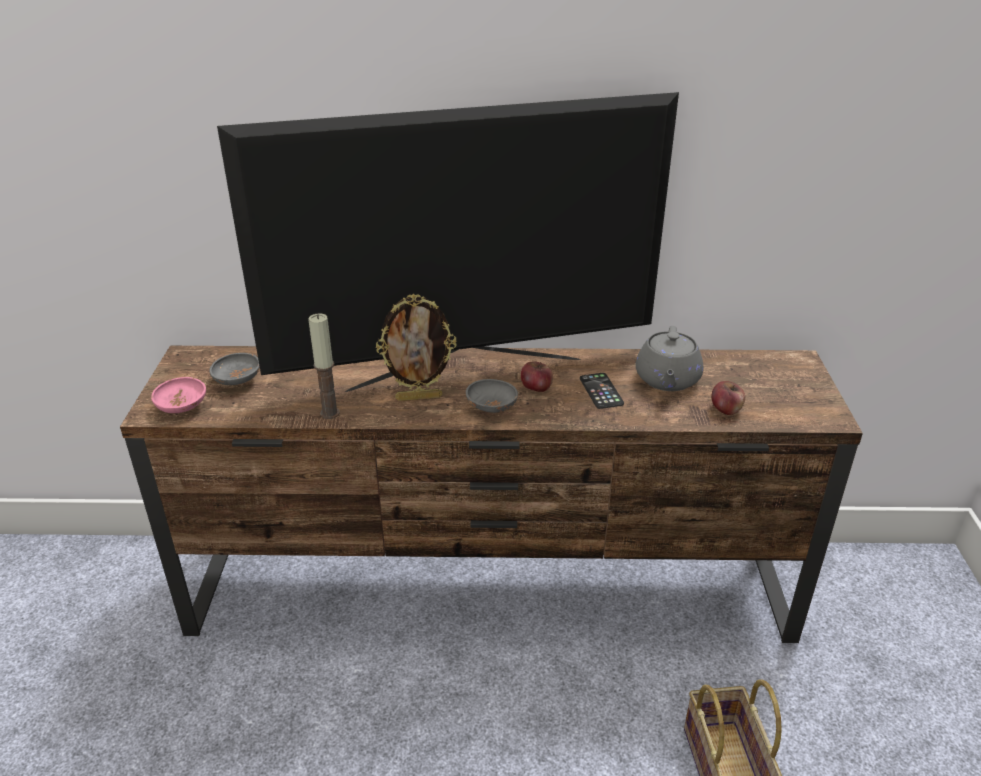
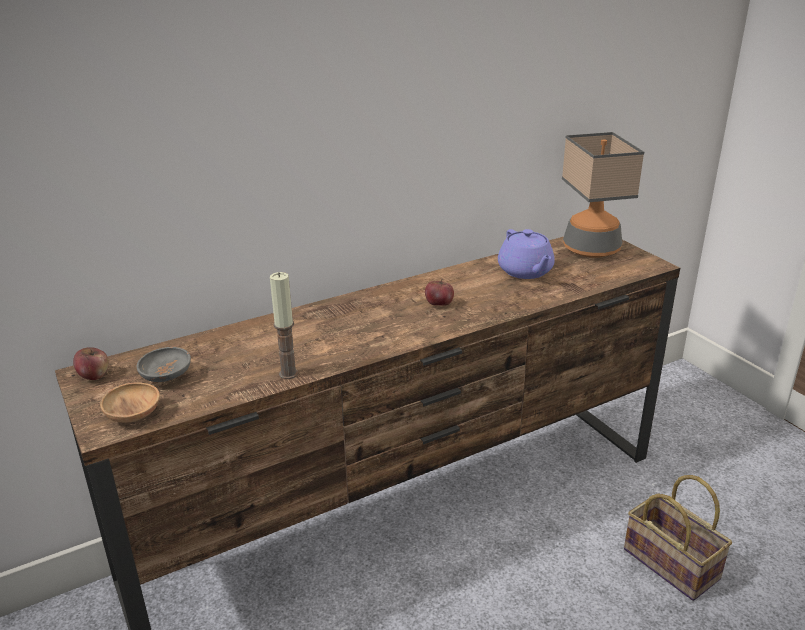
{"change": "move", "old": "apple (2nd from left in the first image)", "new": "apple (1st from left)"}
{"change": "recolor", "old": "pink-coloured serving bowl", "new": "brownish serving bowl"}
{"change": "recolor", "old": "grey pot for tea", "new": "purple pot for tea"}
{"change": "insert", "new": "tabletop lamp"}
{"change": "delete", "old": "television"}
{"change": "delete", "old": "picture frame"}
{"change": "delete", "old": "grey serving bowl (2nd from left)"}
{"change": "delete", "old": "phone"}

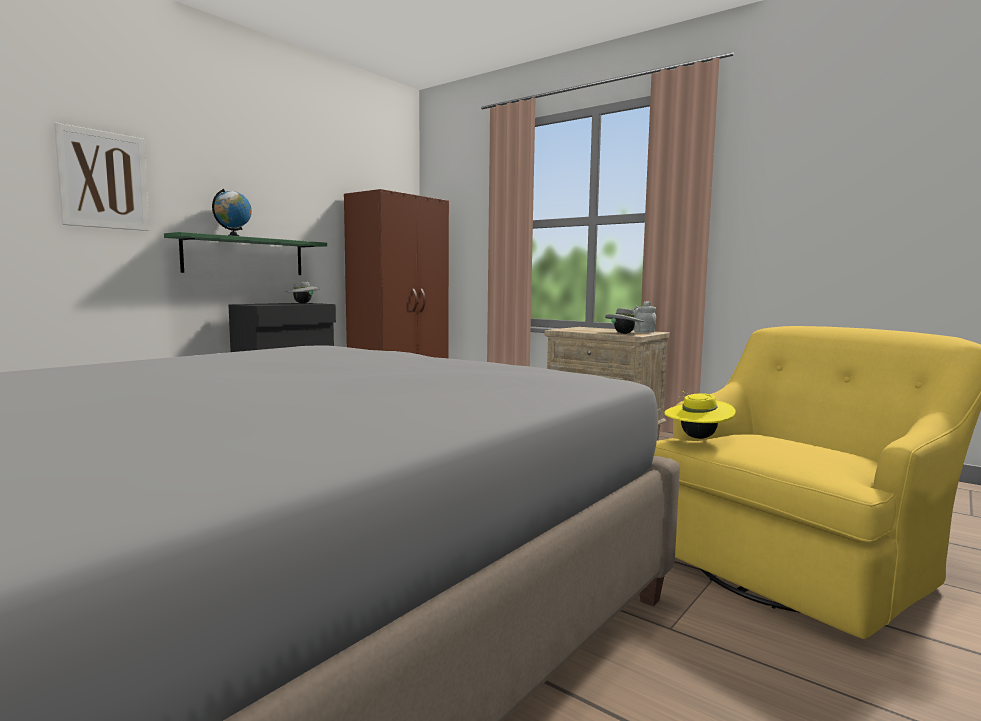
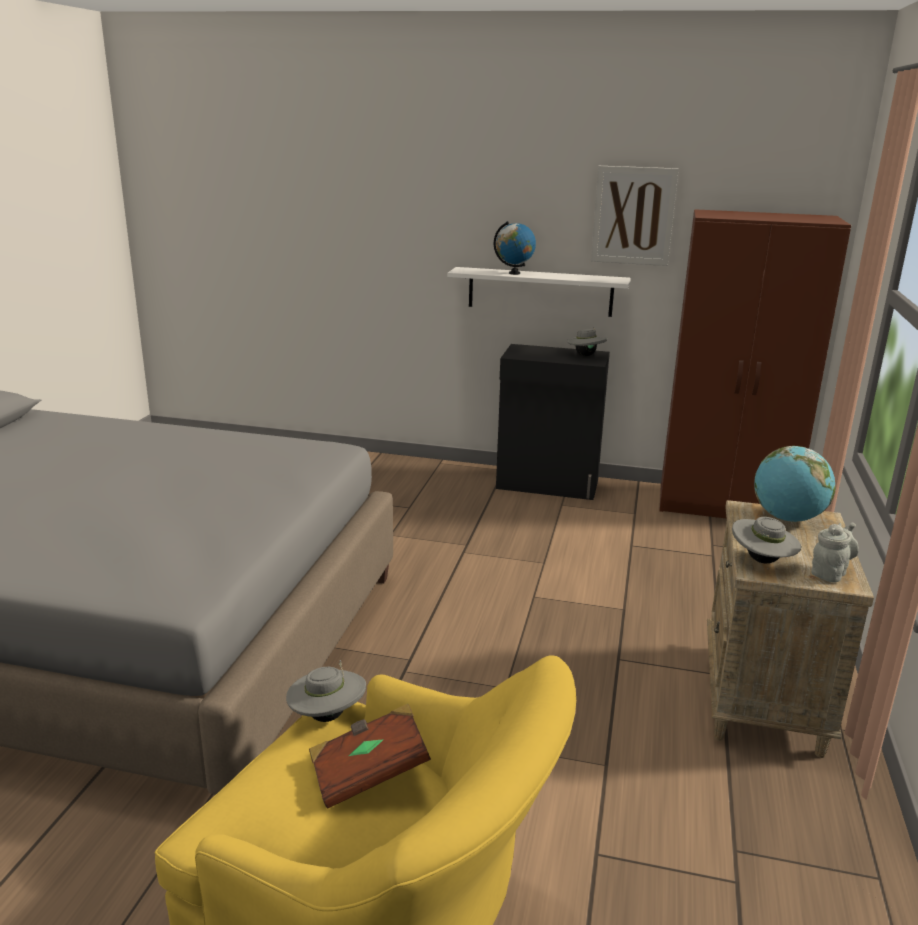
{"change": "recolor", "old": "yellowish clothing hat", "new": "grey clothing hat (1st from left)"}
{"change": "insert", "new": "brownish volume"}
{"change": "recolor", "old": "green bracket shelf", "new": "white-coloured bracket shelf"}
{"change": "move", "old": "picture"}
{"change": "insert", "new": "desk globe (2nd from left)"}

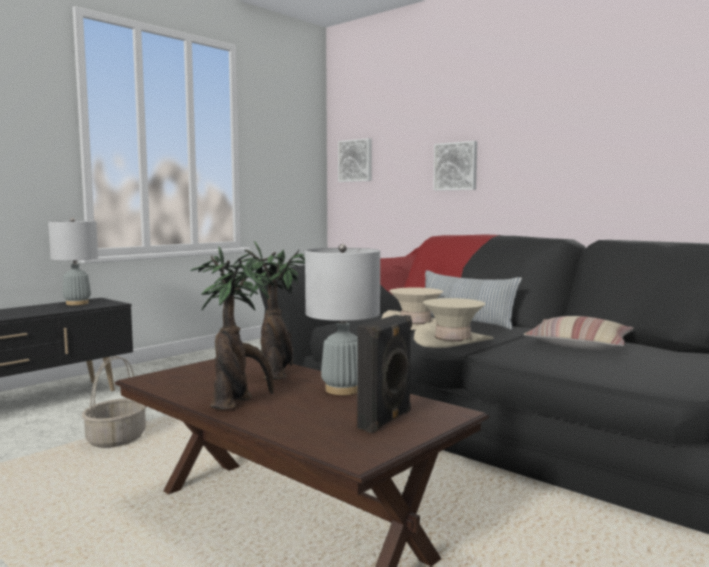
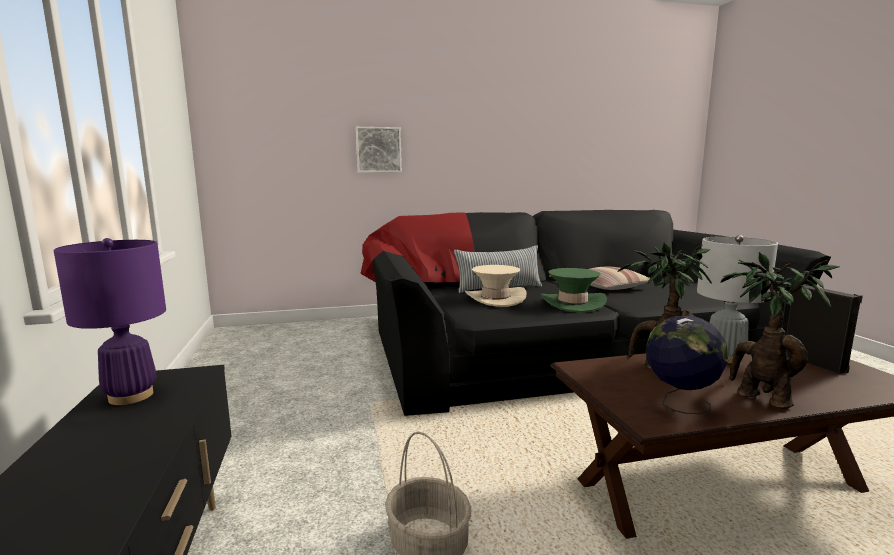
{"change": "recolor", "old": "grey tabletop lamp (1st from left)", "new": "purple tabletop lamp"}
{"change": "recolor", "old": "beige clothing hat (2nd from left)", "new": "green clothing hat"}
{"change": "insert", "new": "desk globe"}
{"change": "delete", "old": "picture (1st from left)"}

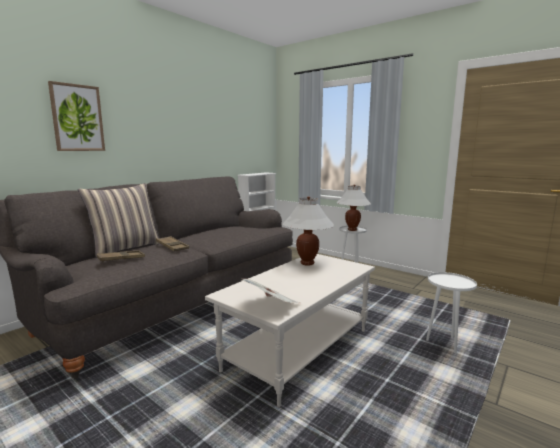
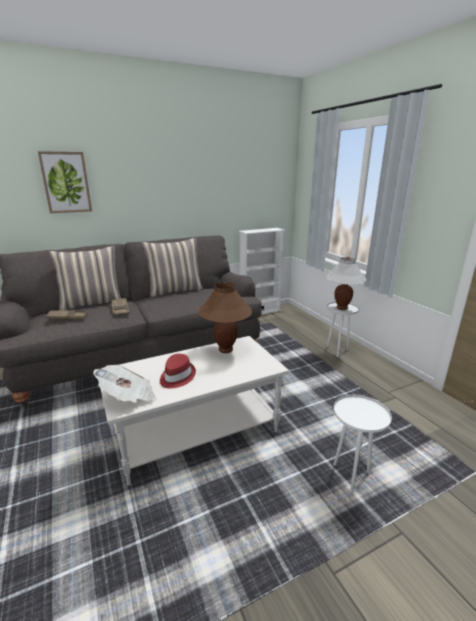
{"change": "insert", "new": "cushion (2nd from left)"}
{"change": "insert", "new": "red clothing hat"}
{"change": "recolor", "old": "white-coloured tabletop lamp (1st from left)", "new": "brownish tabletop lamp"}

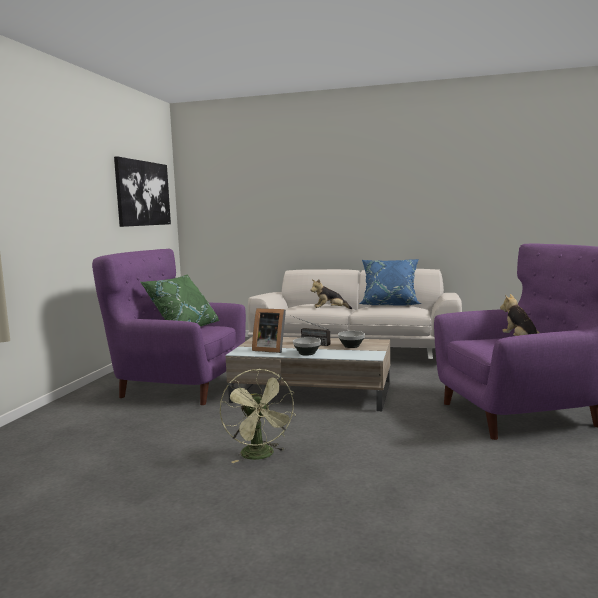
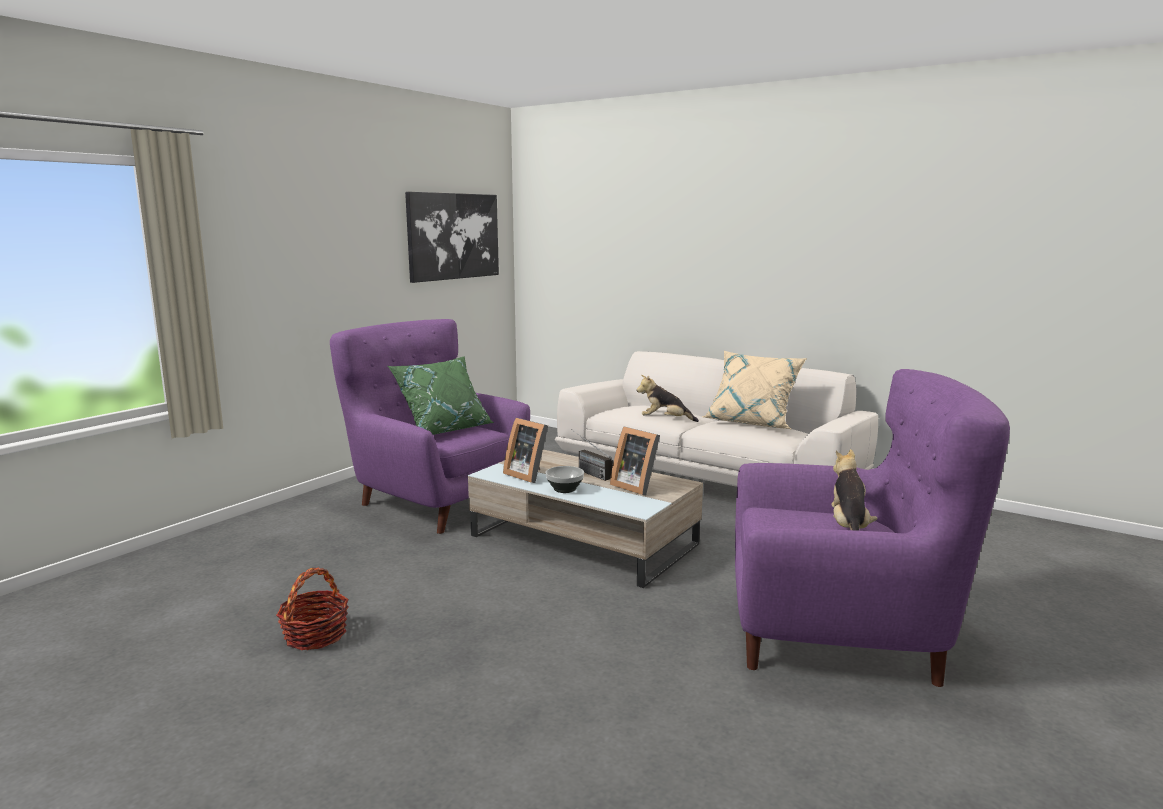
{"change": "insert", "new": "basket"}
{"change": "replace", "old": "serving bowl (2nd from left)", "new": "picture frame (2nd from left)"}
{"change": "recolor", "old": "blue cushion", "new": "beige cushion"}
{"change": "delete", "old": "green cooling fan"}

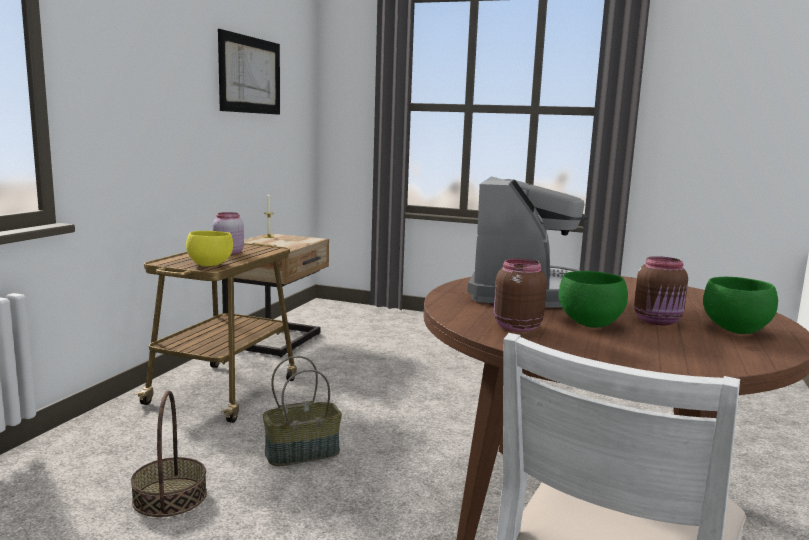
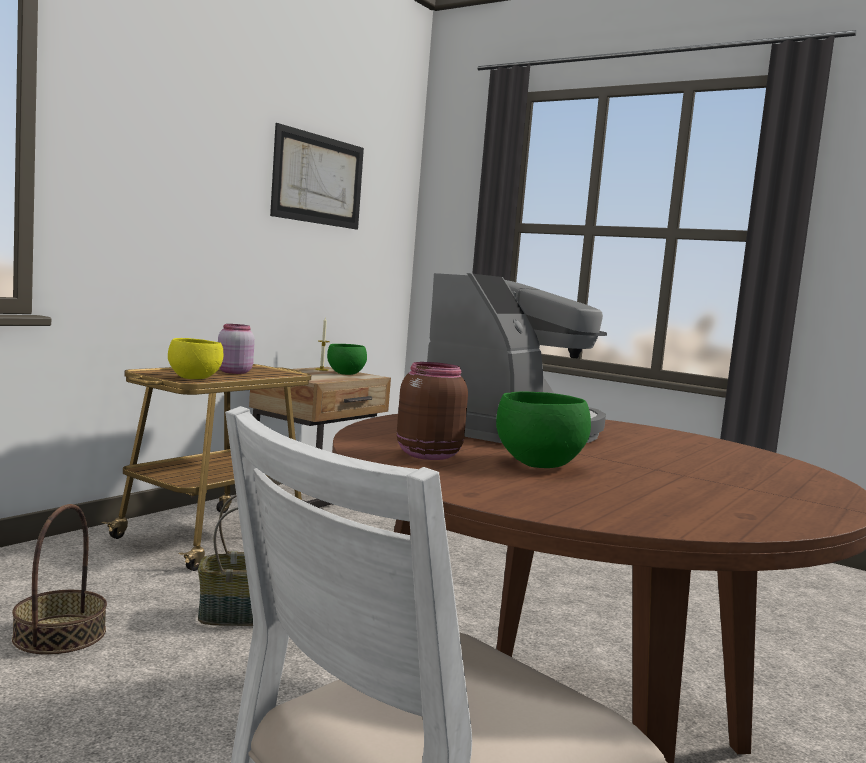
{"change": "move", "old": "green serving bowl (2nd from left in the first image)", "new": "green serving bowl (1st from left)"}
{"change": "delete", "old": "brownish preserve jar (2nd from left)"}

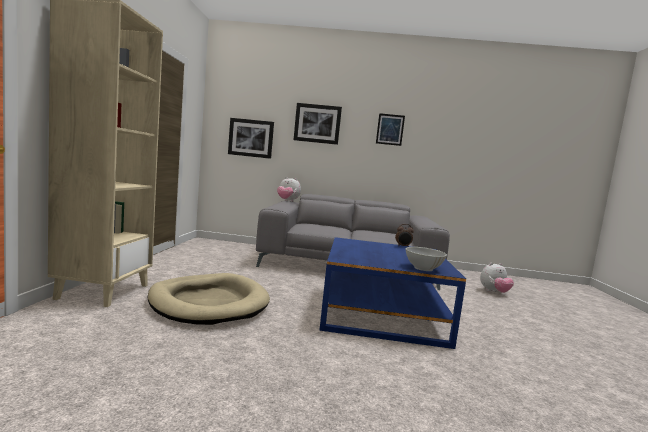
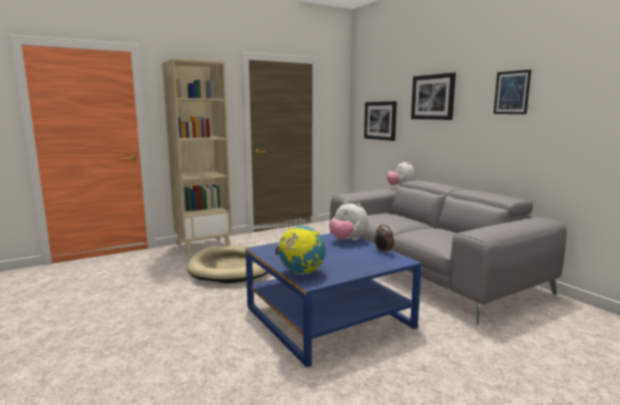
{"change": "replace", "old": "white-coloured serving bowl", "new": "desk globe"}
{"change": "move", "old": "soft toy (2nd from left in the first image)", "new": "soft toy (1st from left)"}

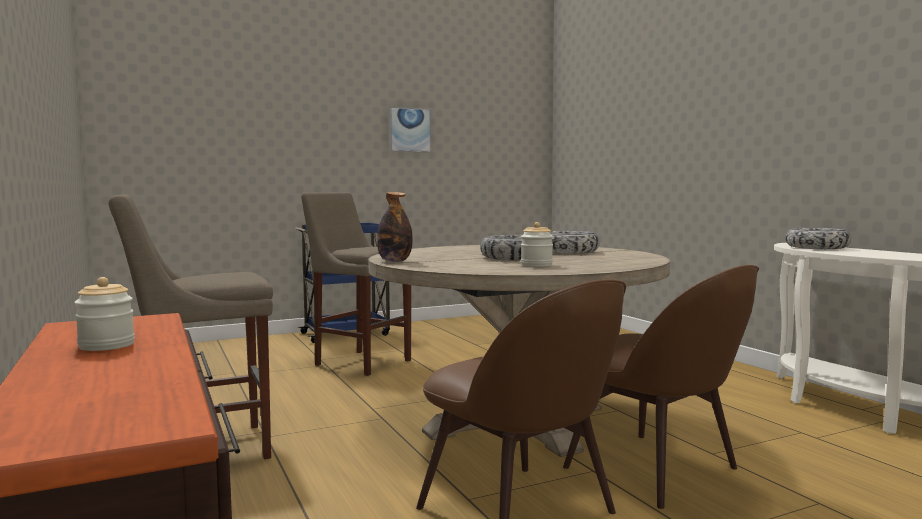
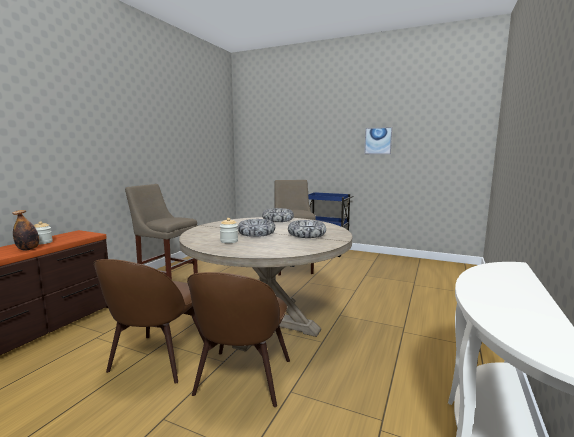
{"change": "move", "old": "drink bottle"}
{"change": "move", "old": "serving bowl (3rd from left in the first image)", "new": "serving bowl (2nd from left)"}

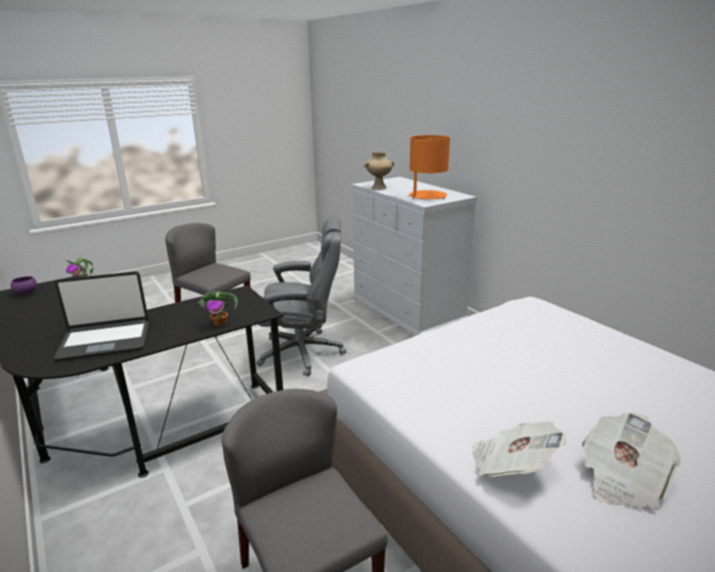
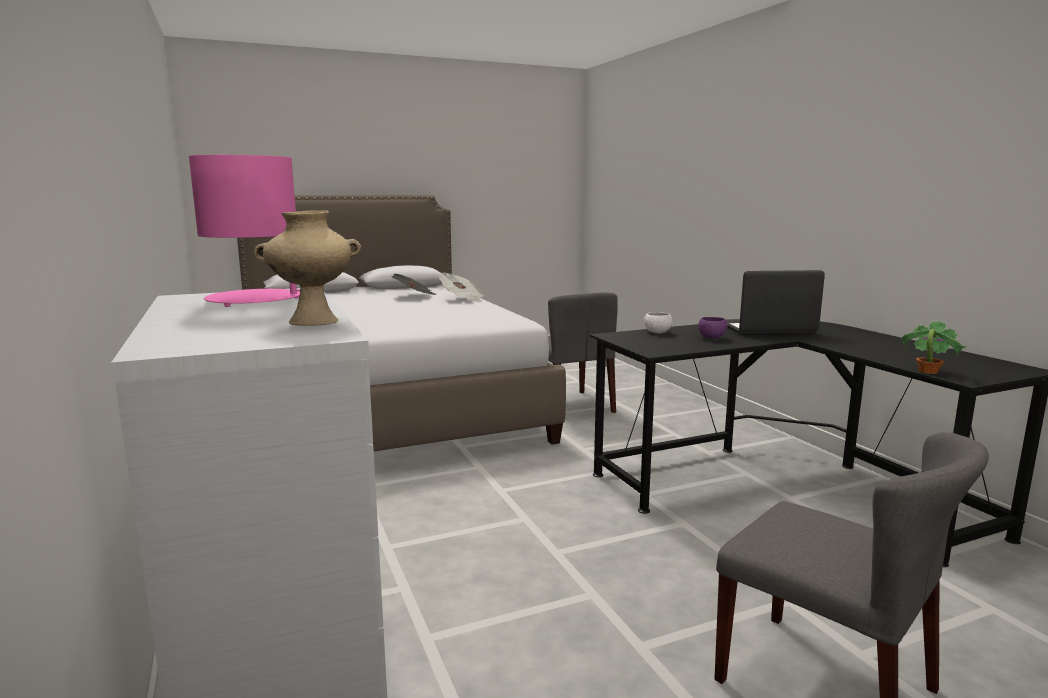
{"change": "recolor", "old": "orangey tabletop lamp", "new": "pink-coloured tabletop lamp"}
{"change": "replace", "old": "houseplant (2nd from left)", "new": "white-coloured serving bowl"}
{"change": "move", "old": "purple serving bowl"}
{"change": "delete", "old": "grey desk chair"}

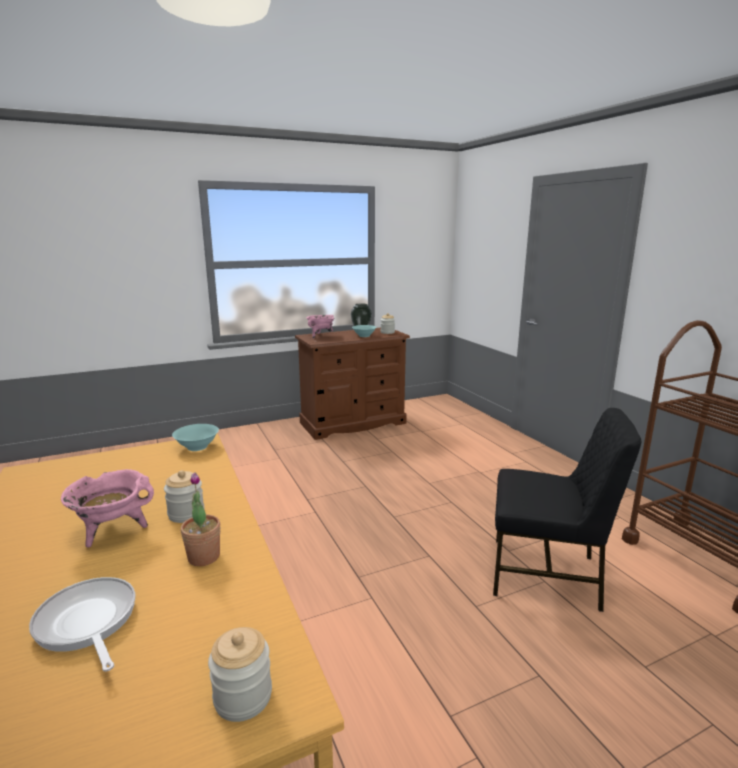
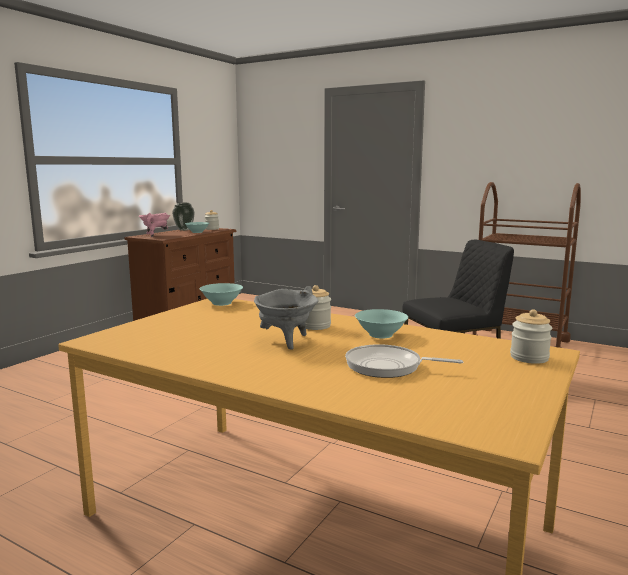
{"change": "recolor", "old": "pink-coloured stockpot (1st from left)", "new": "grey stockpot"}
{"change": "replace", "old": "houseplant", "new": "turquoise serving bowl (3rd from left)"}

